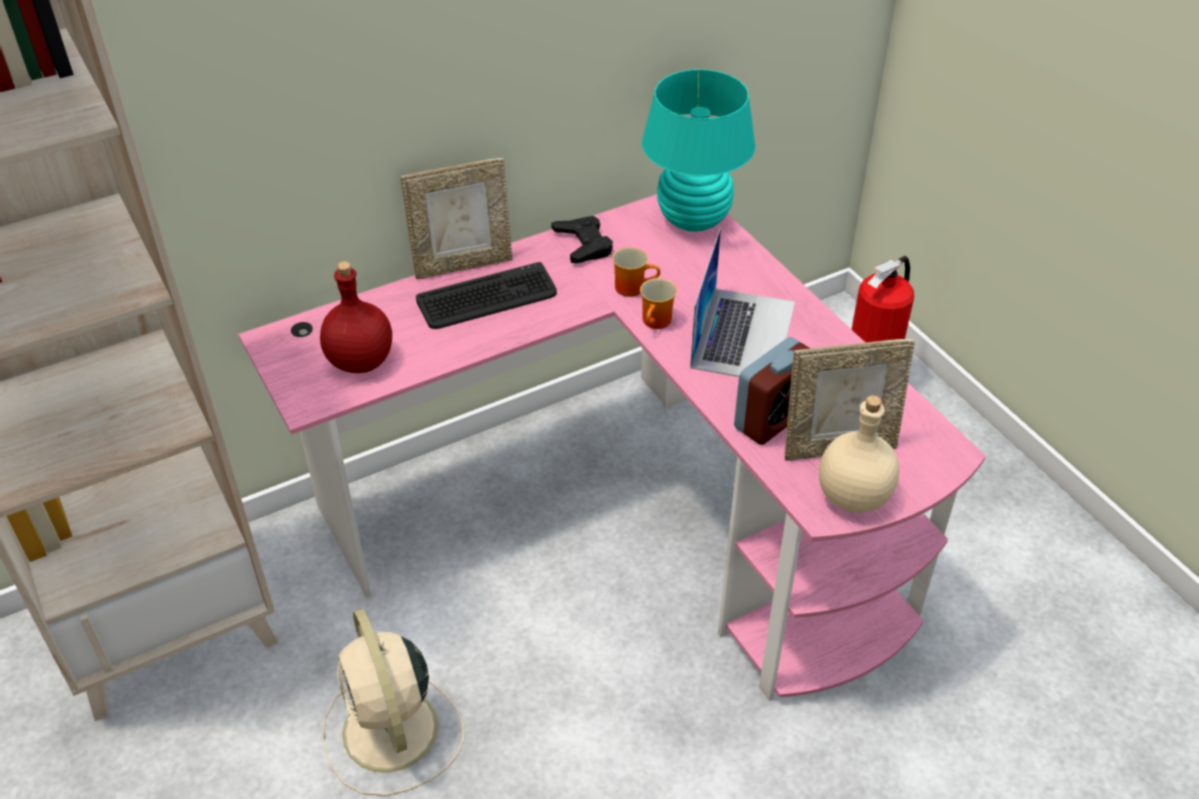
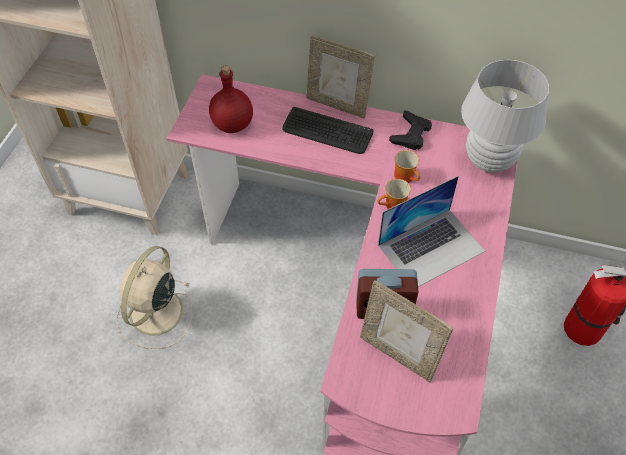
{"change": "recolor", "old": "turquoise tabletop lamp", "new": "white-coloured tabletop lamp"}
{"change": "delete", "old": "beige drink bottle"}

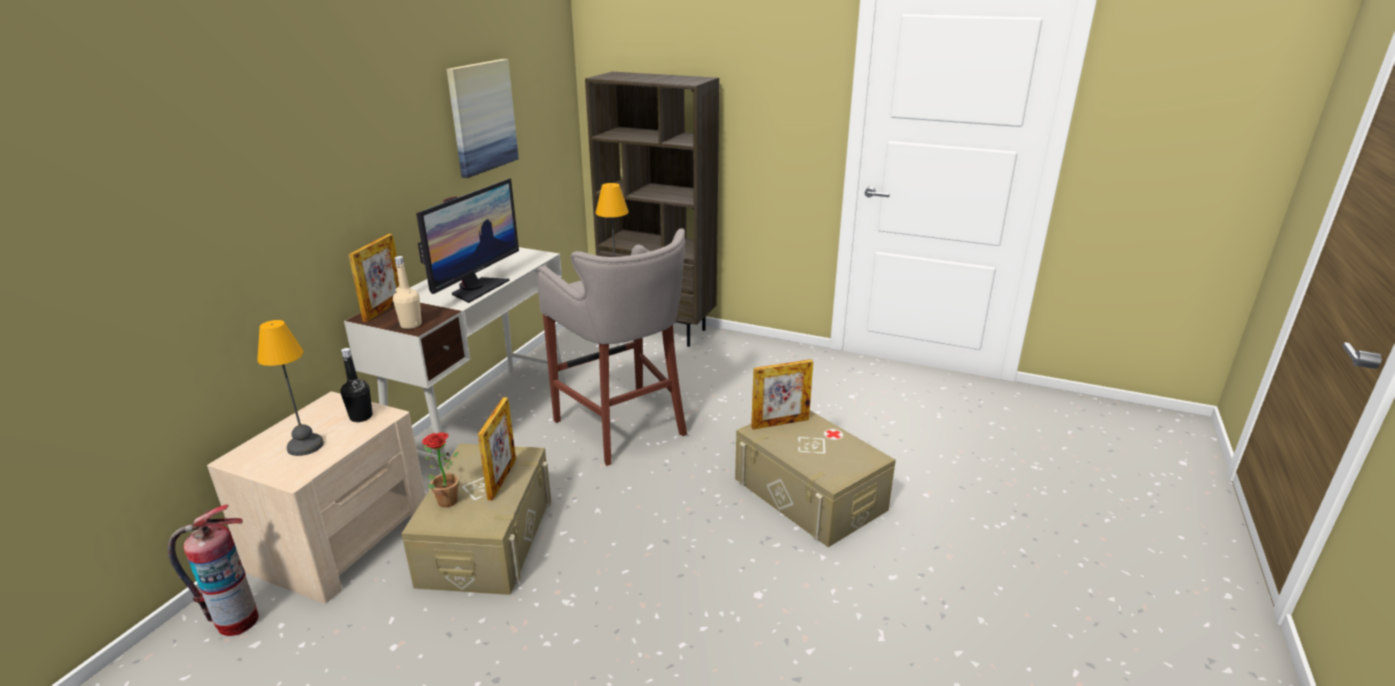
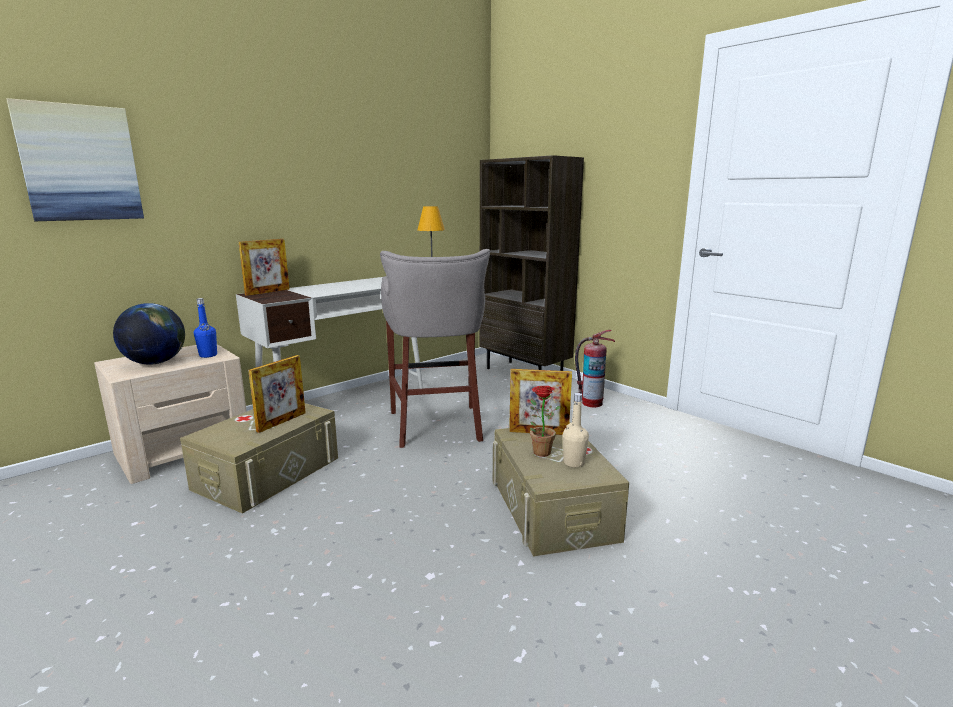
{"change": "move", "old": "picture"}
{"change": "replace", "old": "tabletop lamp (1st from left)", "new": "desk globe"}
{"change": "recolor", "old": "blackish drink bottle", "new": "blue drink bottle"}
{"change": "move", "old": "houseplant"}
{"change": "move", "old": "beige drink bottle"}
{"change": "move", "old": "fire extinguisher"}
{"change": "delete", "old": "monitor"}

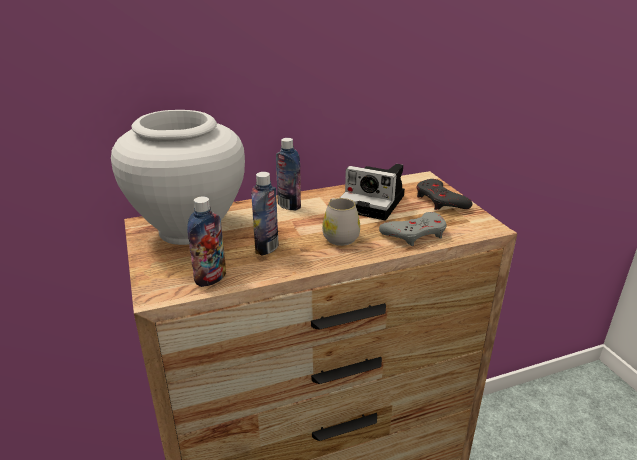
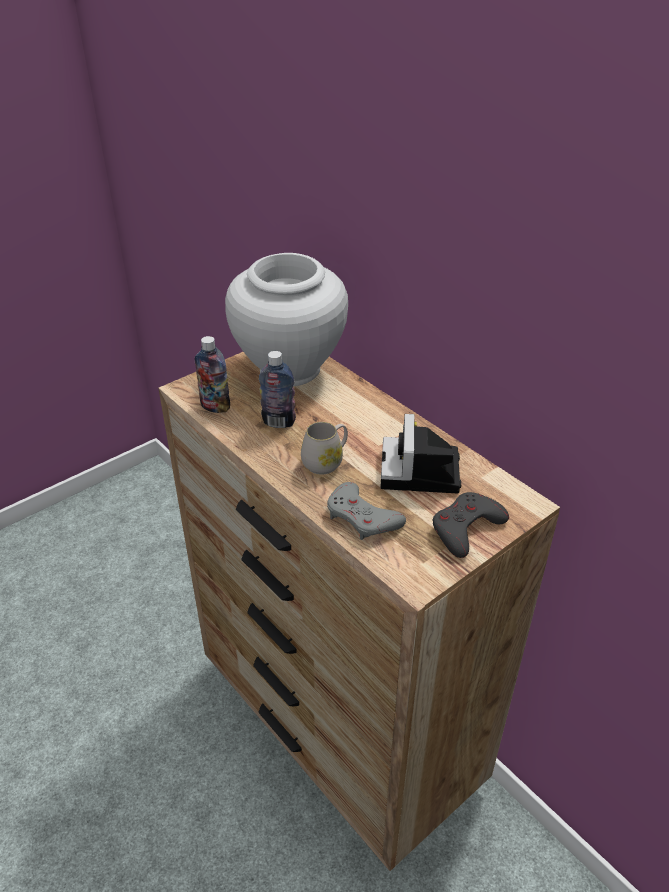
{"change": "delete", "old": "drink bottle (3rd from left)"}

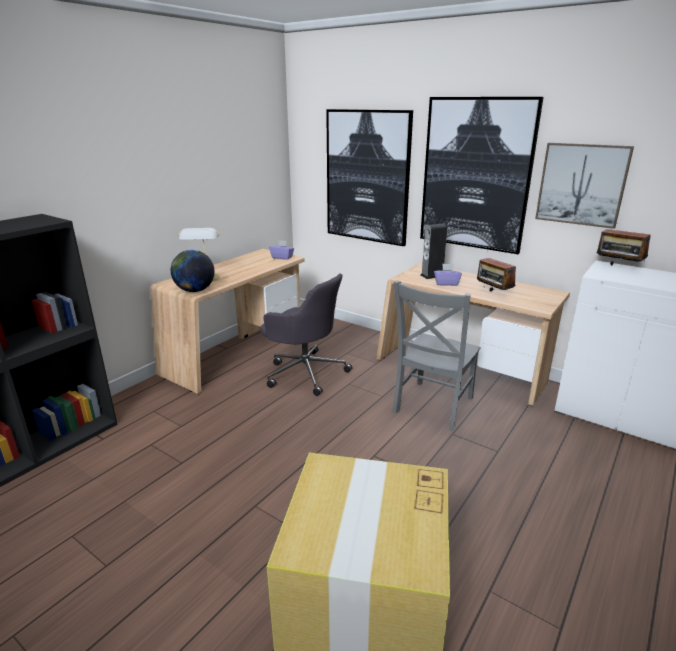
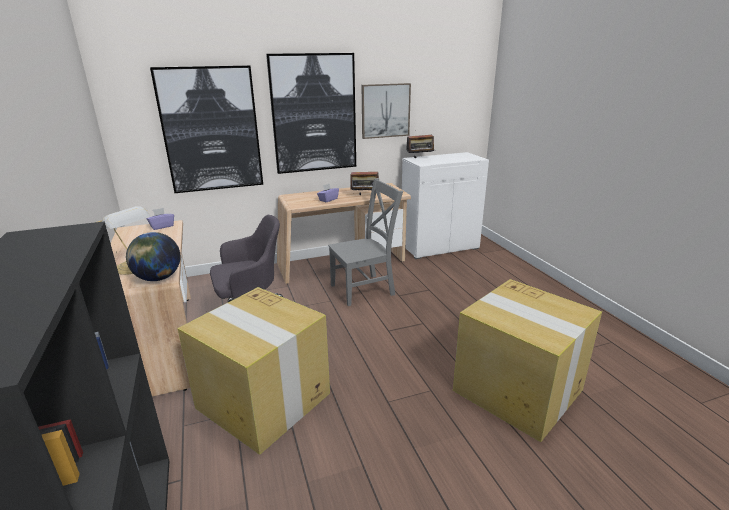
{"change": "insert", "new": "cardboard box (1st from left)"}
{"change": "rotate", "old": "grey chair", "degrees": -90}
{"change": "delete", "old": "speaker"}

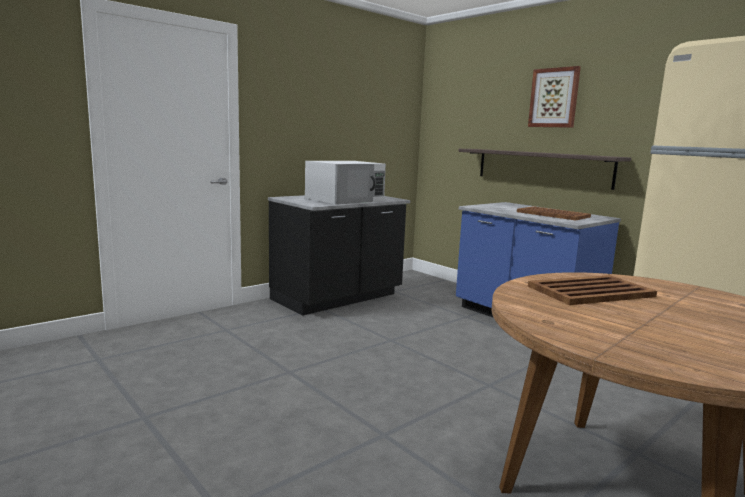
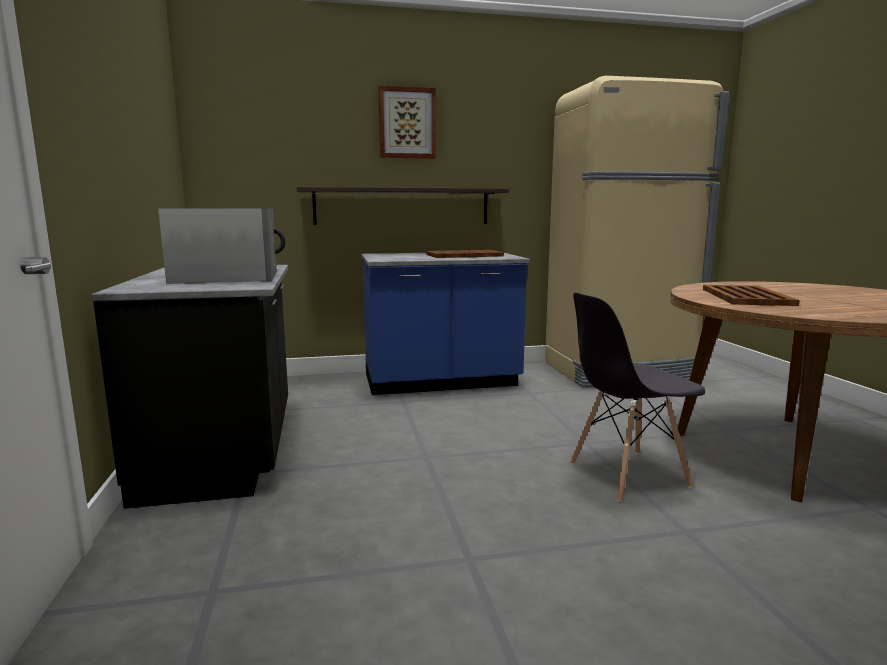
{"change": "insert", "new": "grey chair"}

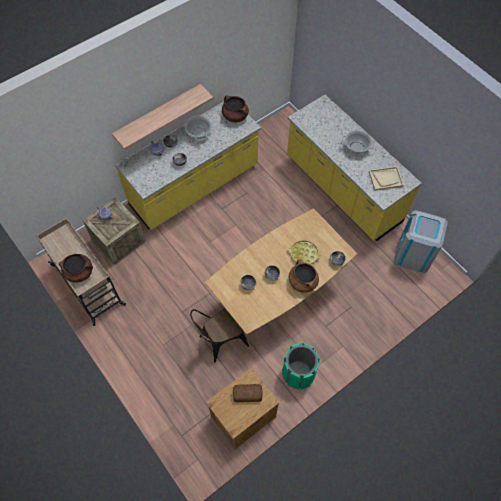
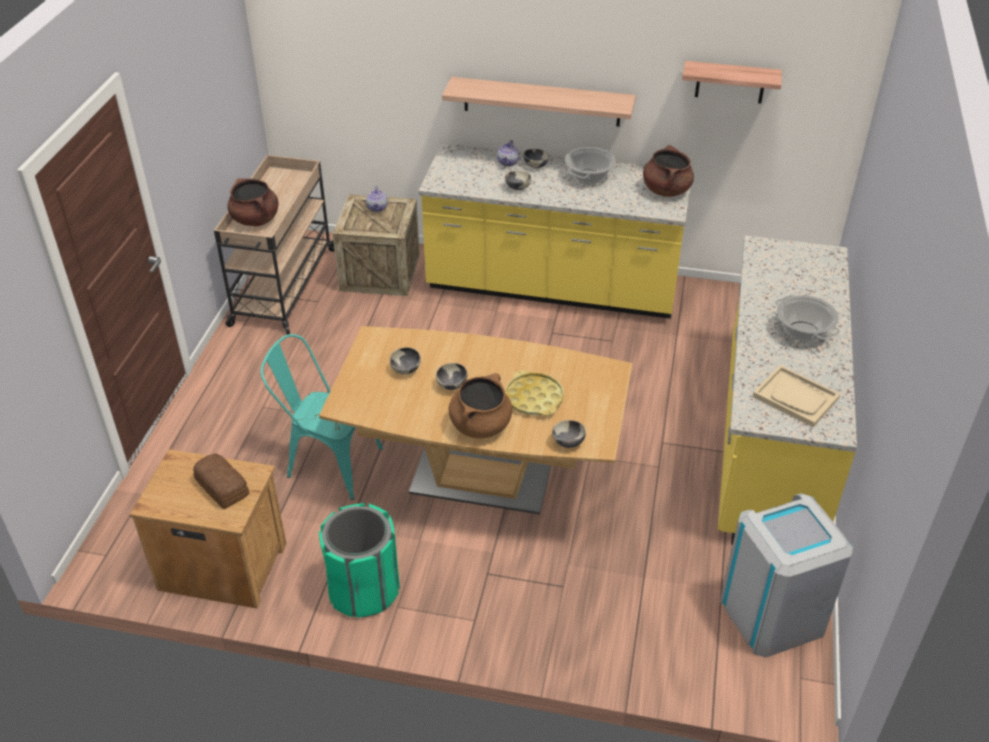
{"change": "recolor", "old": "brownish chair", "new": "turquoise chair"}
{"change": "insert", "new": "bracket shelf (2nd from left)"}

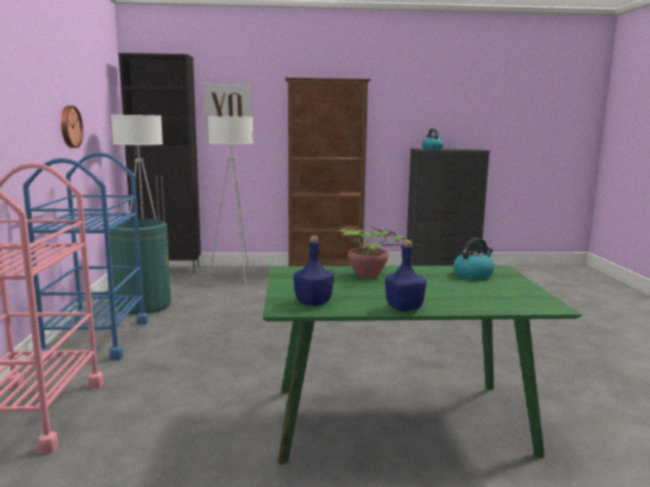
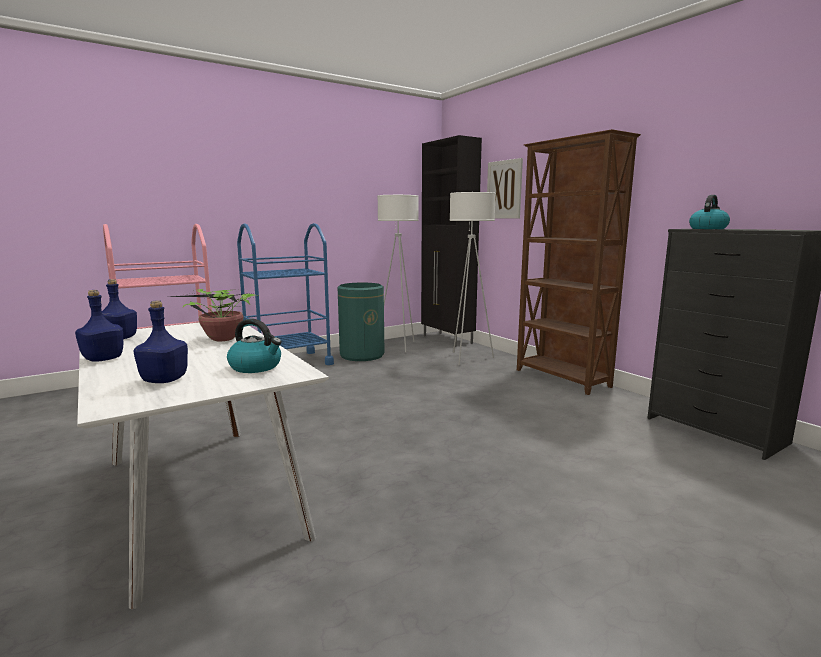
{"change": "recolor", "old": "green kitchen table", "new": "white-coloured kitchen table"}
{"change": "insert", "new": "blue drink bottle (3rd from left)"}
{"change": "delete", "old": "clock on the wall"}

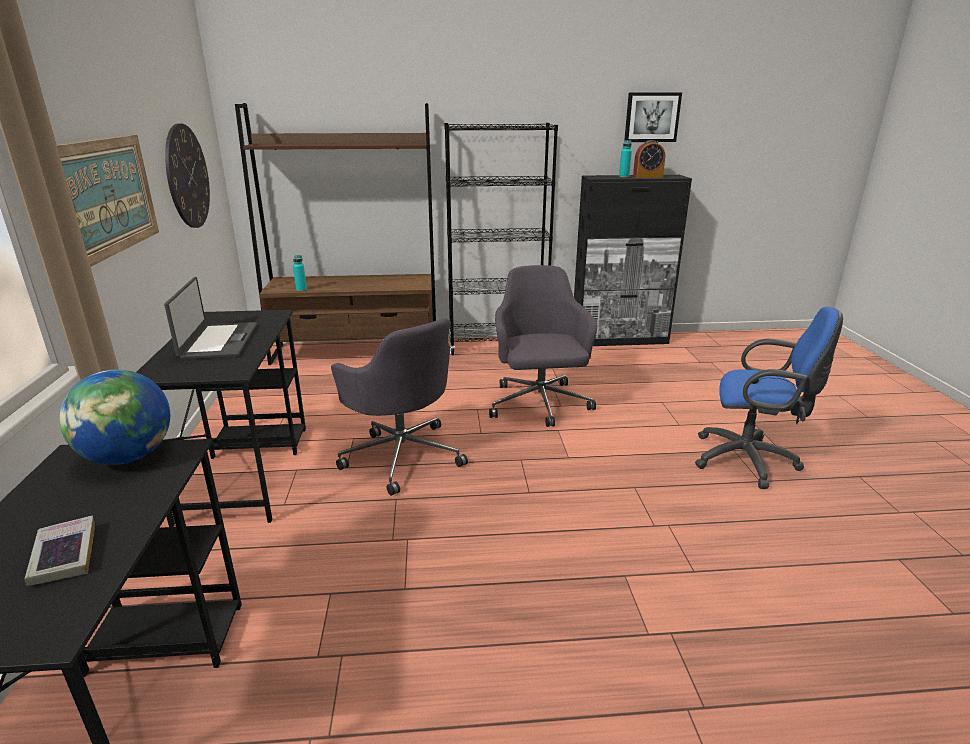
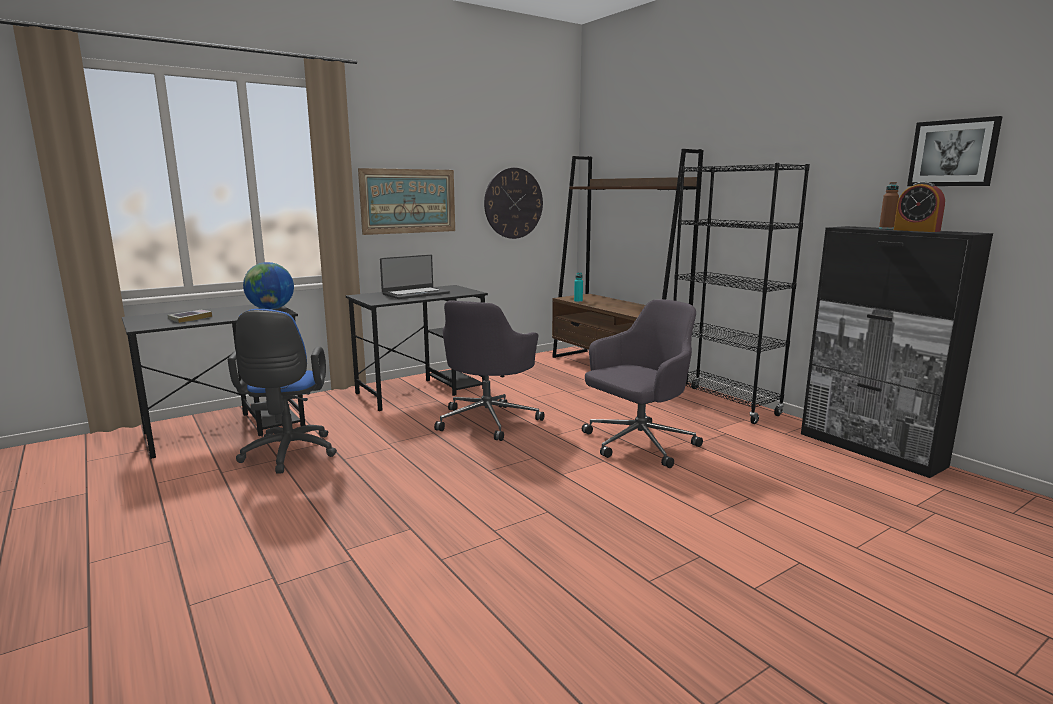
{"change": "move", "old": "blue desk chair"}
{"change": "recolor", "old": "turquoise drink bottle (2nd from left)", "new": "brownish drink bottle"}

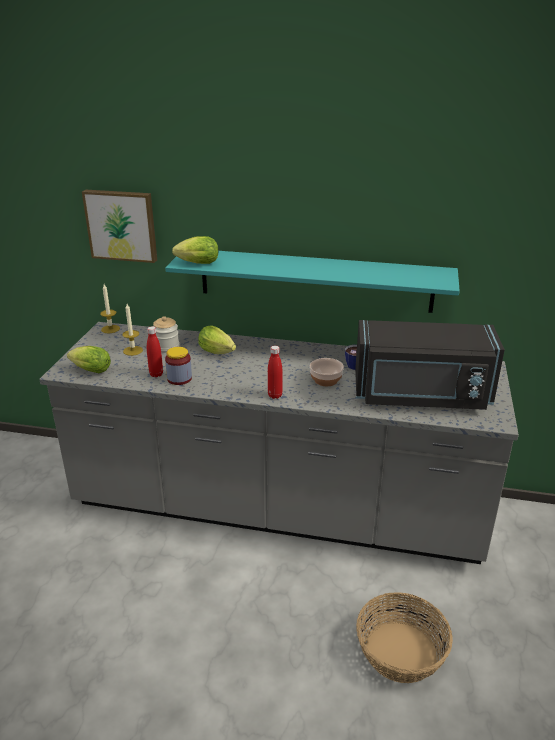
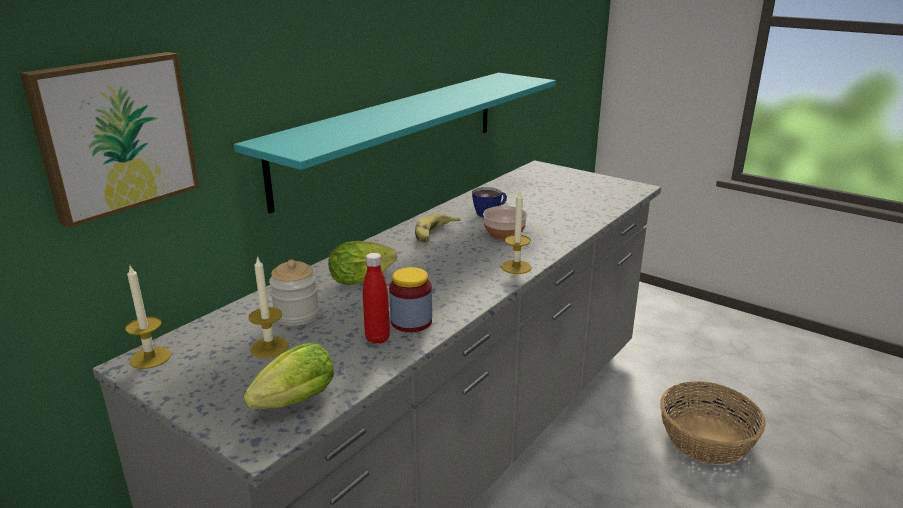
{"change": "insert", "new": "banana fruit"}
{"change": "replace", "old": "red drink bottle (2nd from left)", "new": "wax light (3rd from left)"}
{"change": "delete", "old": "lettuce head (2nd from left)"}
{"change": "delete", "old": "blackish microwave oven"}

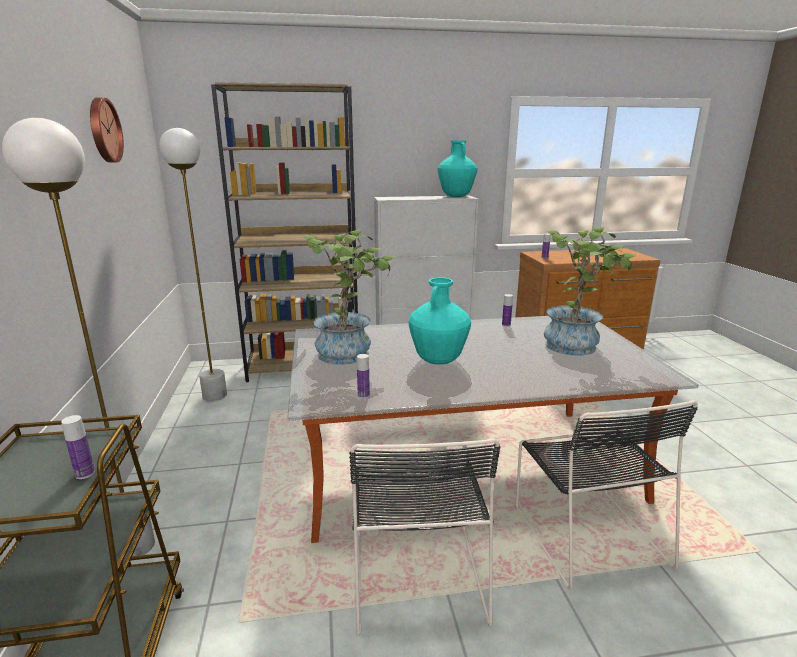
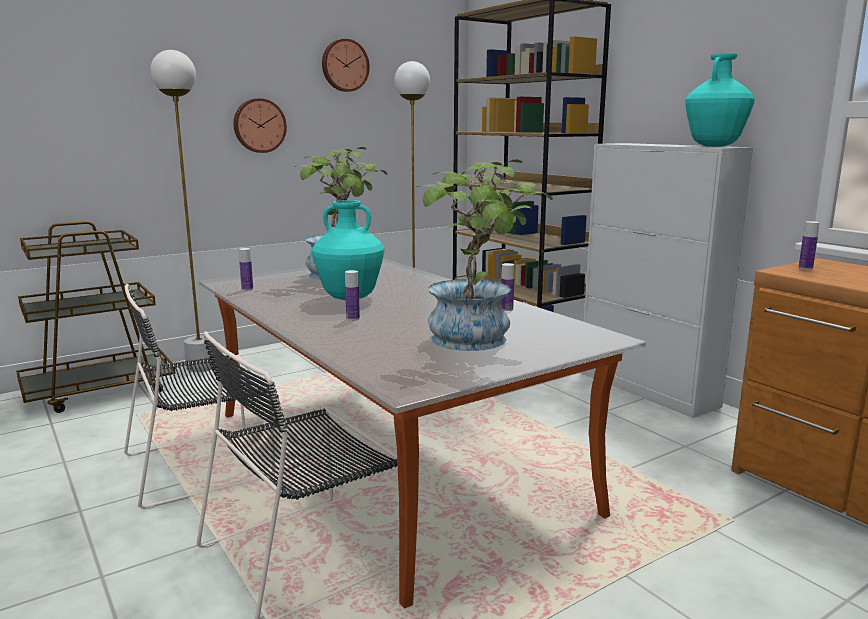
{"change": "insert", "new": "clock on the wall (1st from left)"}
{"change": "move", "old": "drink bottle (1st from left in the first image)", "new": "drink bottle (2nd from left)"}

